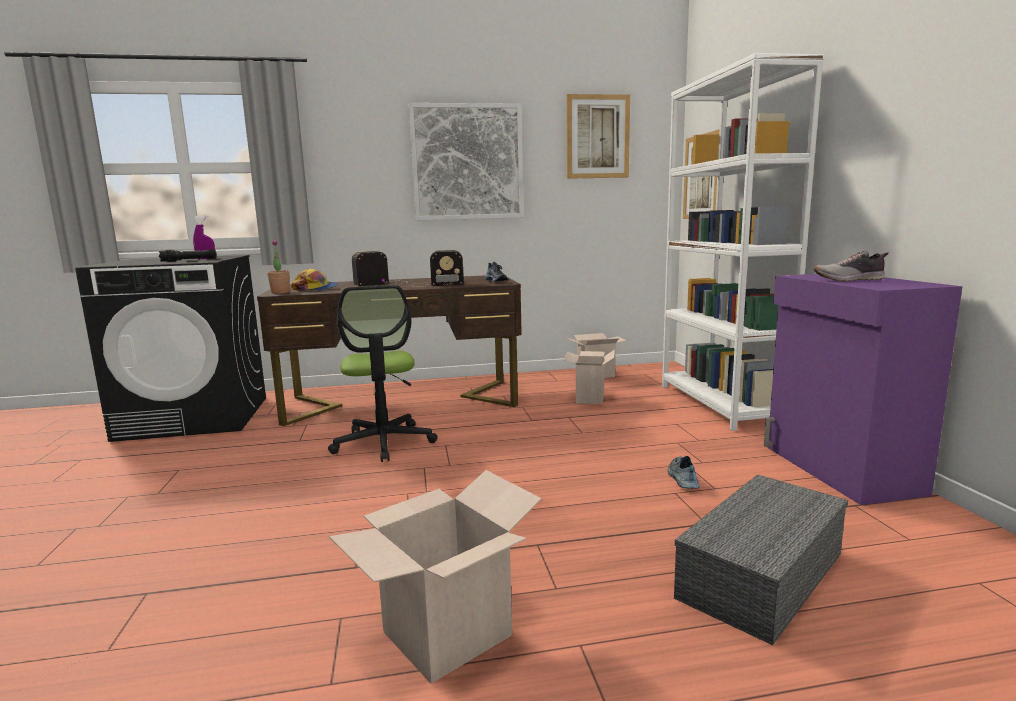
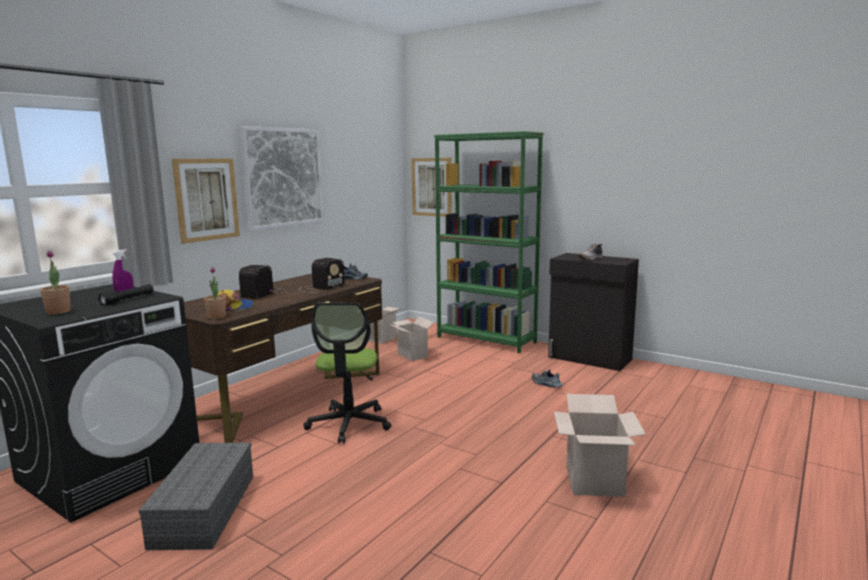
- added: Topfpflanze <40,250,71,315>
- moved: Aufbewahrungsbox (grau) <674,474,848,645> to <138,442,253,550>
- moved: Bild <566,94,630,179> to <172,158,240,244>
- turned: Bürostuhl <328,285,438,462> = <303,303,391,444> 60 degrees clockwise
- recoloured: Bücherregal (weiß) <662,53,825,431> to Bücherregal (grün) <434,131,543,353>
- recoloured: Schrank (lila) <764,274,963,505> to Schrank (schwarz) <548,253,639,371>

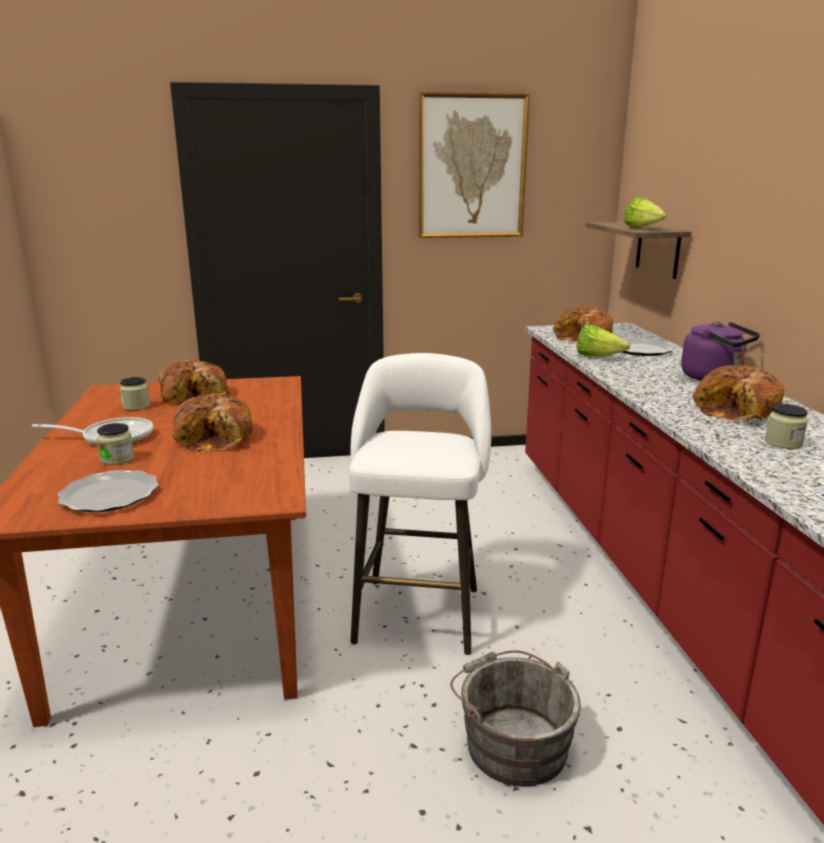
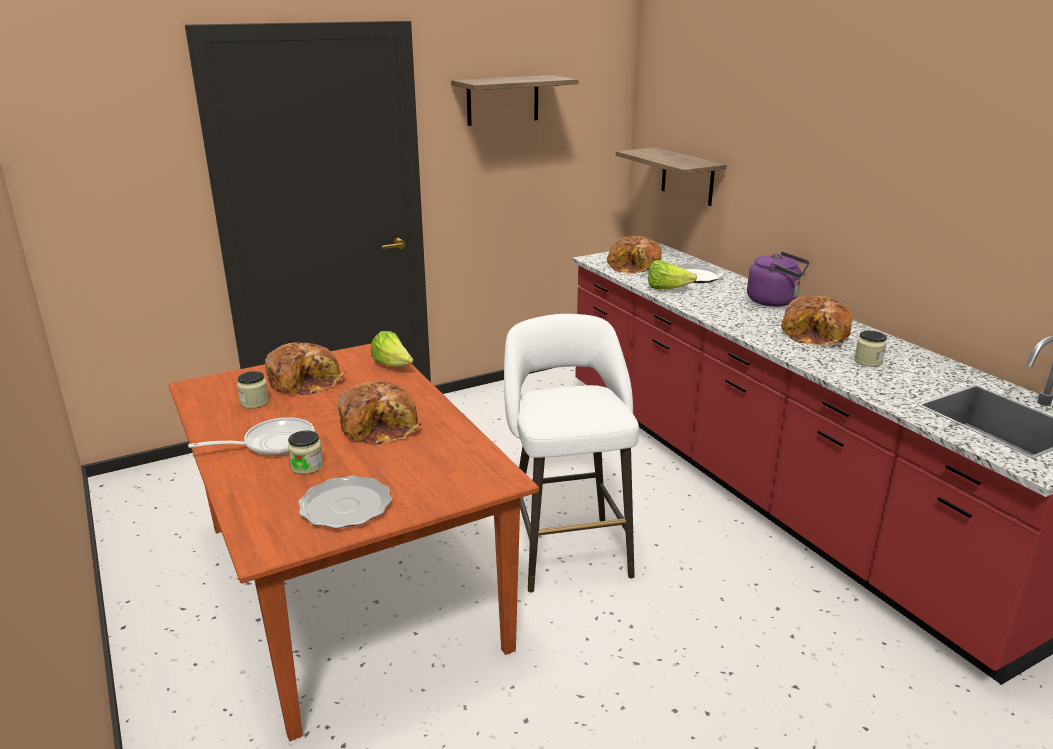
- moved: Salatkopf <624,197,667,228> to <371,331,413,367>
- replaced: Bild <419,92,530,238> to Wandregal <451,75,578,126>
- removed: Eimer (grau) <450,650,581,787>

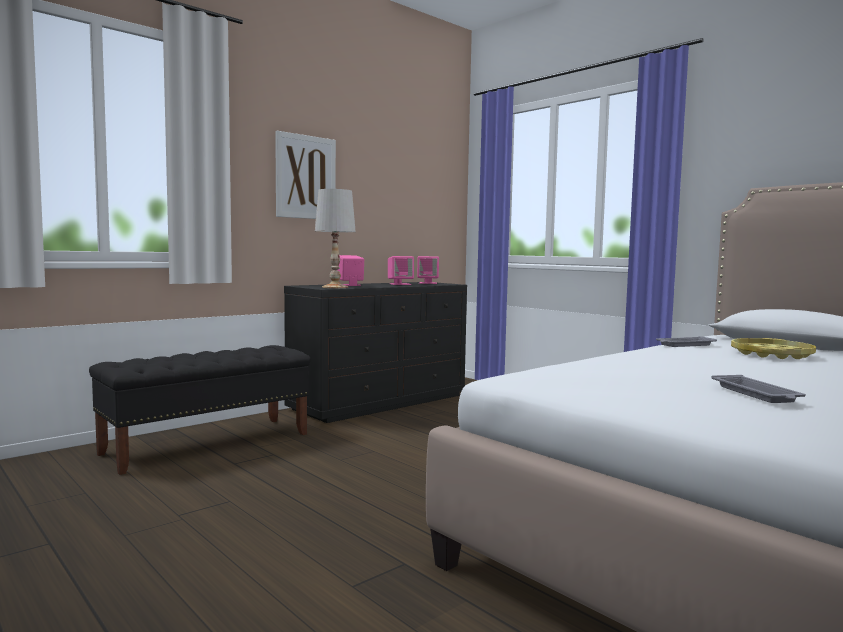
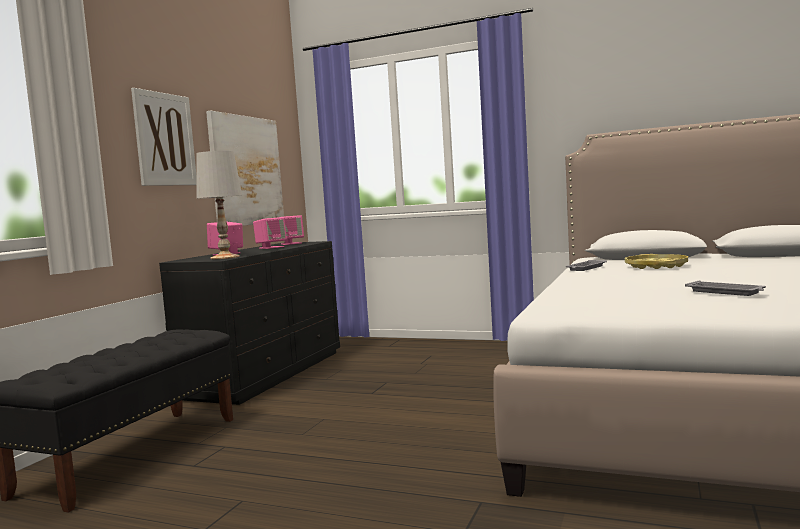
- added: Bild <206,111,284,226>

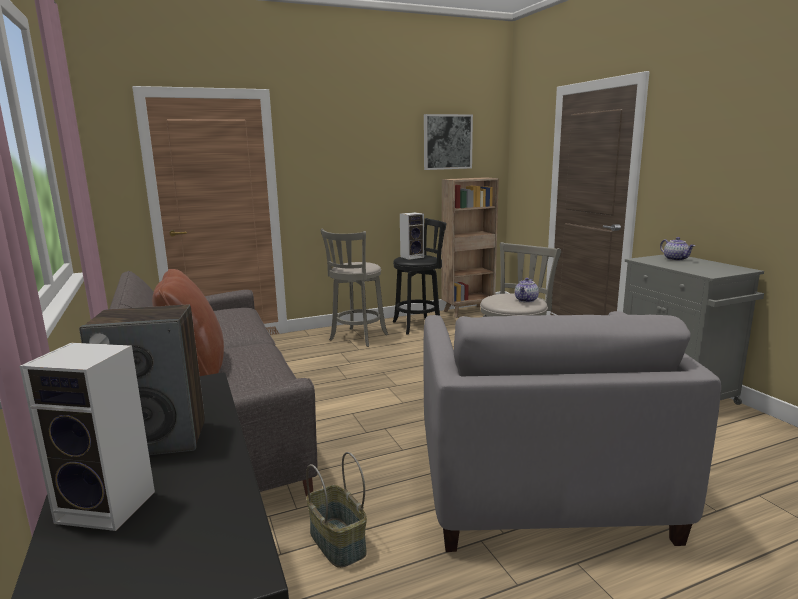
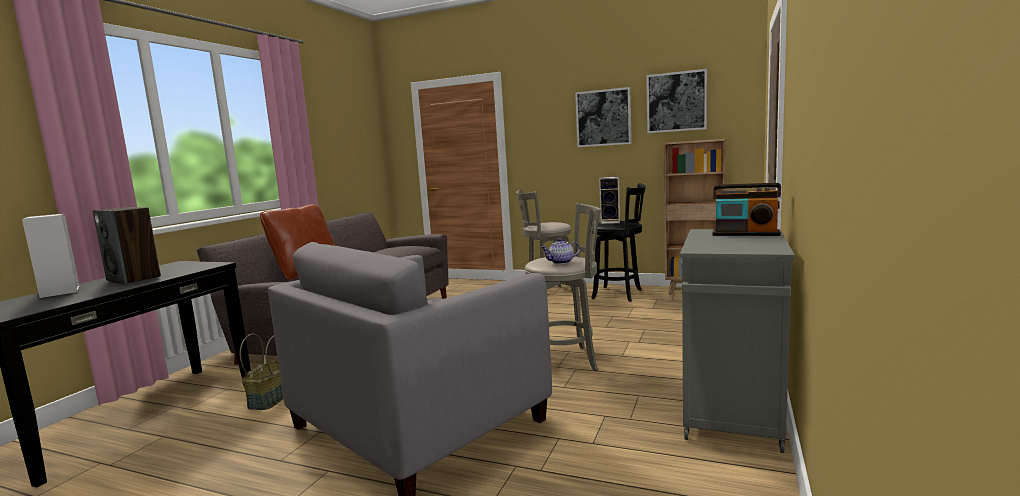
- added: Bild <575,87,632,147>
- replaced: Teekanne <660,237,695,261> to Radio <712,183,781,236>

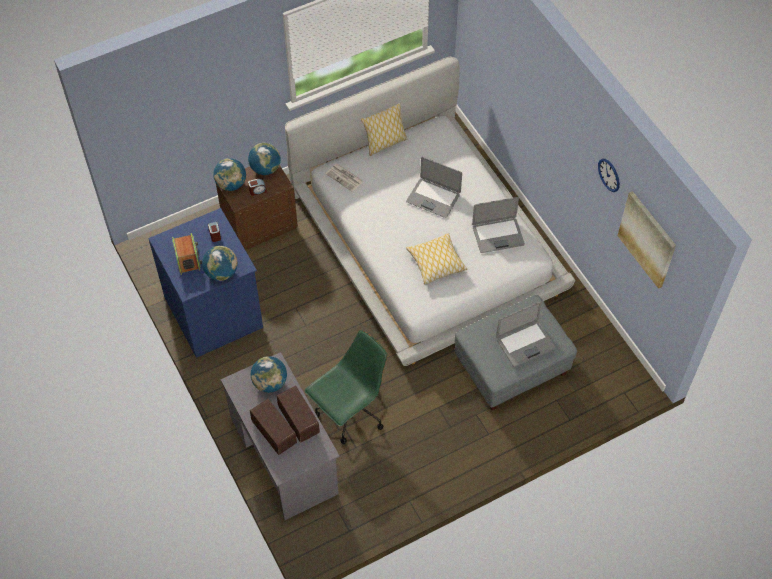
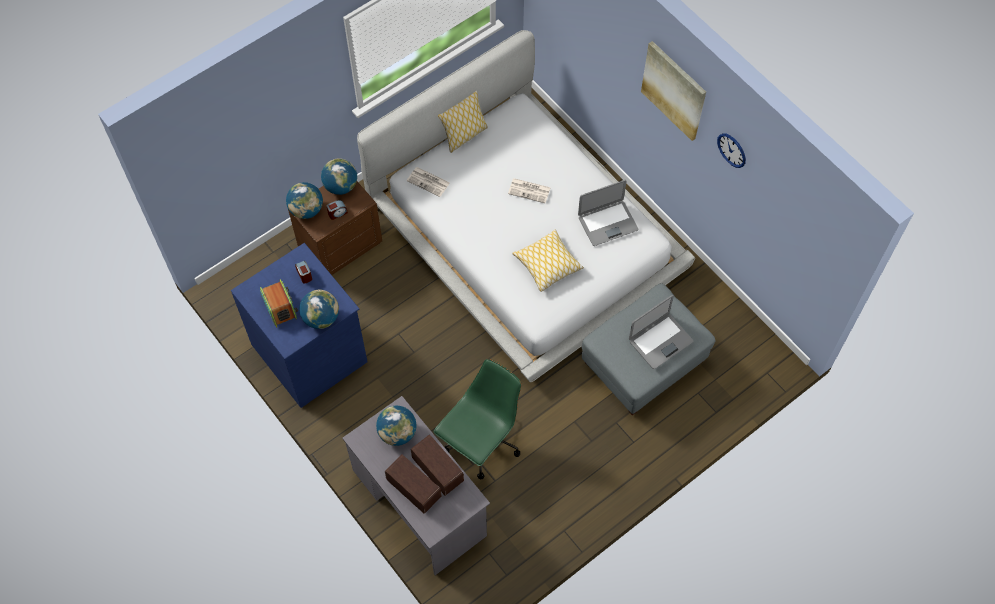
- replaced: Laptop <406,157,462,218> to Zeitung <508,178,551,203>
- moved: Bild <617,191,676,289> to <641,41,706,141>

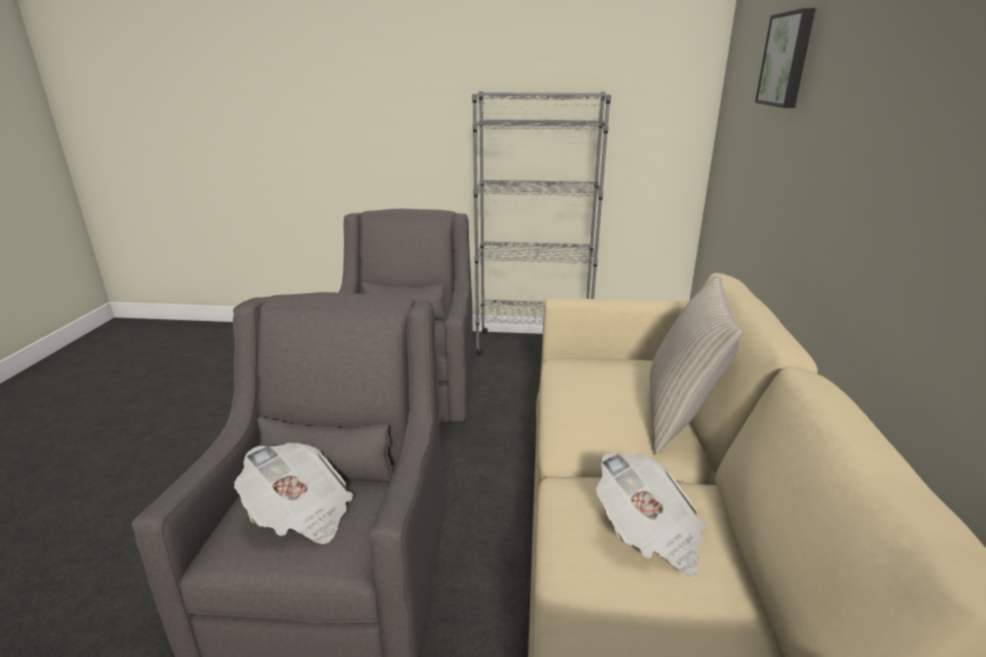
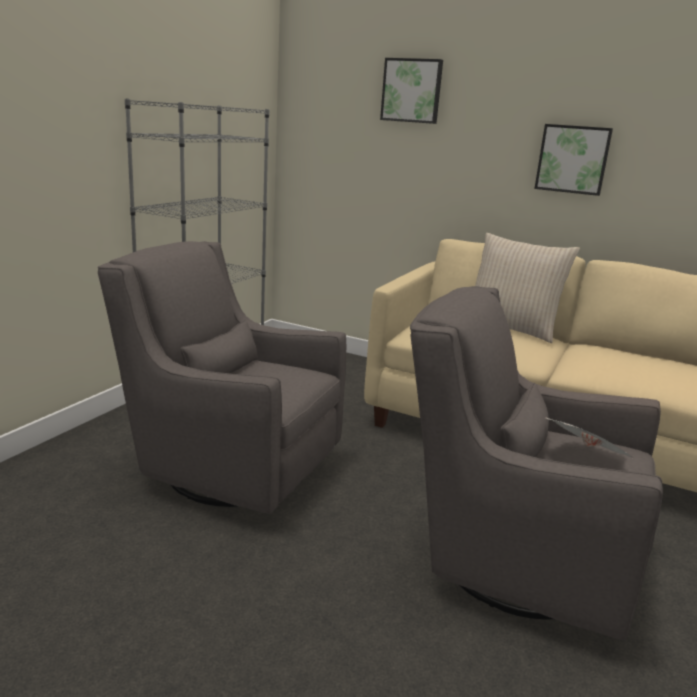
- added: Bild <534,124,613,196>
- removed: Zeitung <596,452,706,576>

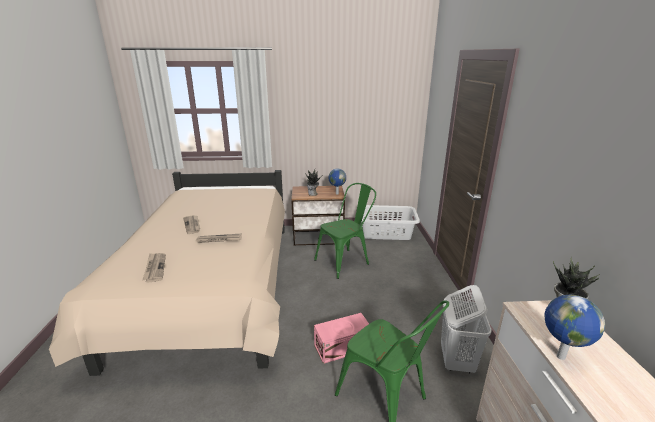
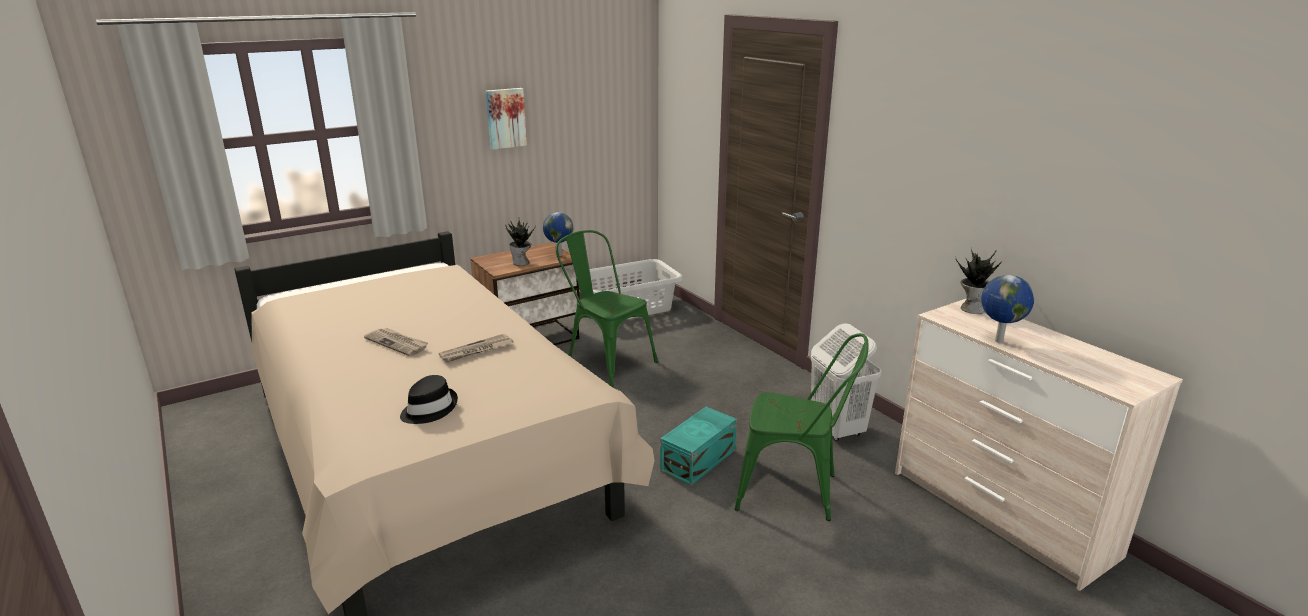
- replaced: Zeitung <142,253,166,283> to Hut (schwarz) <400,375,458,424>
- added: Bild <485,88,527,150>
- turned: Stuhl (grün) <314,183,376,279> = <556,230,658,387> 75 degrees counterclockwise
- recoloured: Aufbewahrungsbox (rosa) <314,313,369,364> to Aufbewahrungsbox (türkis) <660,407,737,486>

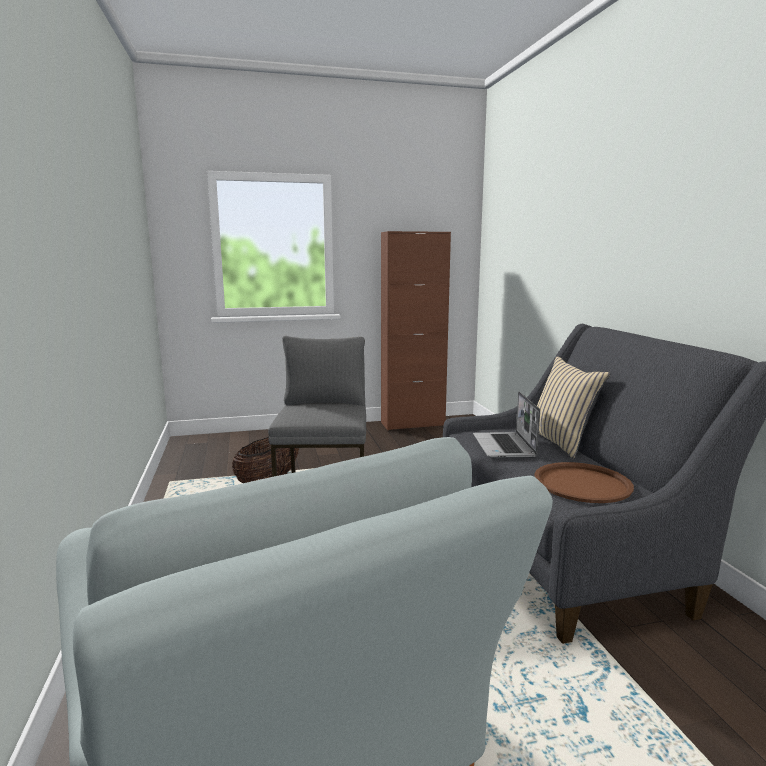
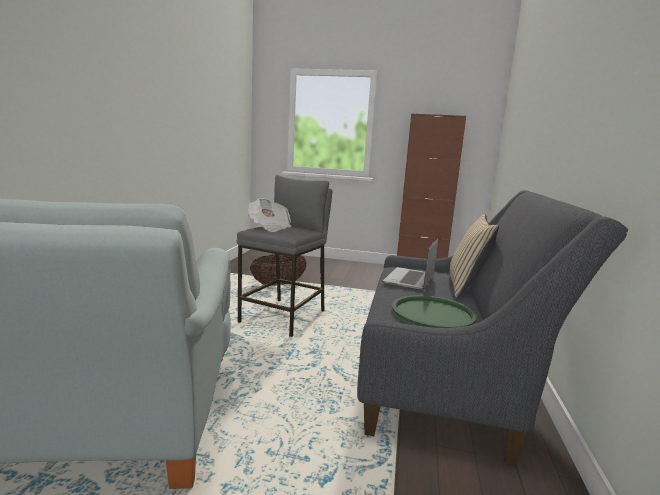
- added: Zeitung <248,198,291,232>
- recoloured: Tablett (braun) <534,462,634,503> to Tablett (grün) <392,295,477,328>

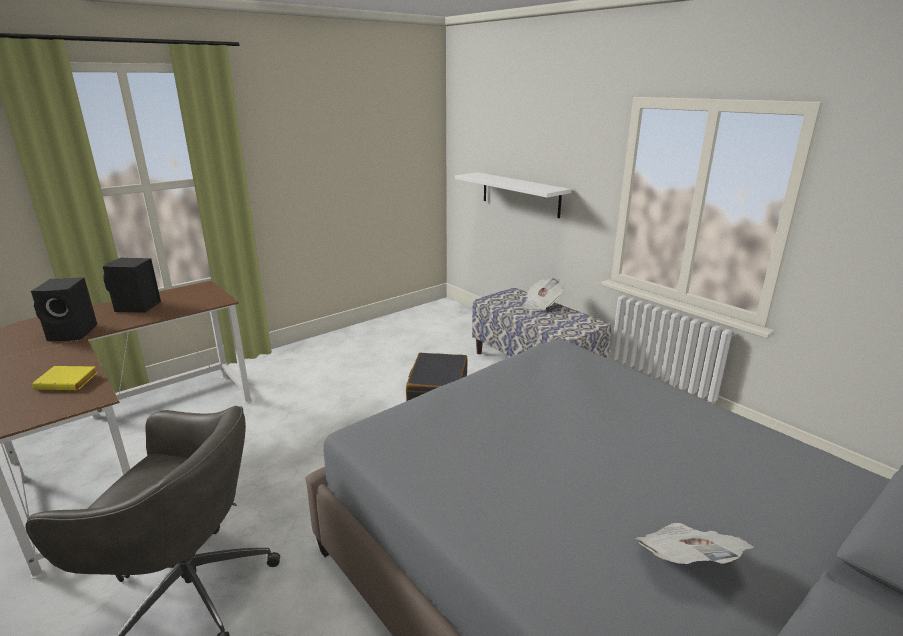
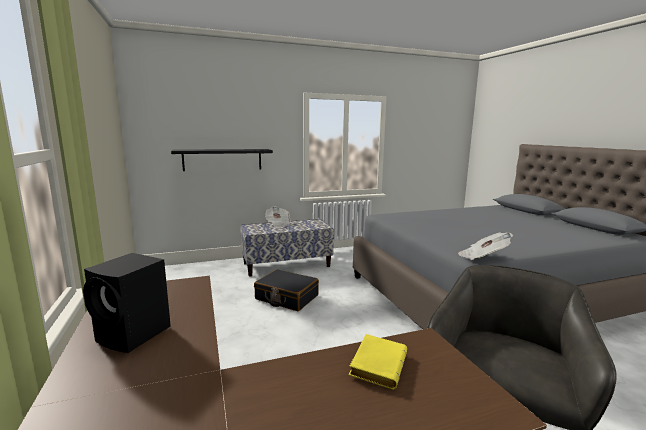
- recoloured: Wandregal (weiß) <455,172,571,218> to Wandregal (schwarz) <171,149,273,171>
- moved: Zeitung <635,523,754,564> to <458,233,514,260>
- removed: Lautsprecher (schwarz) <31,277,98,341>

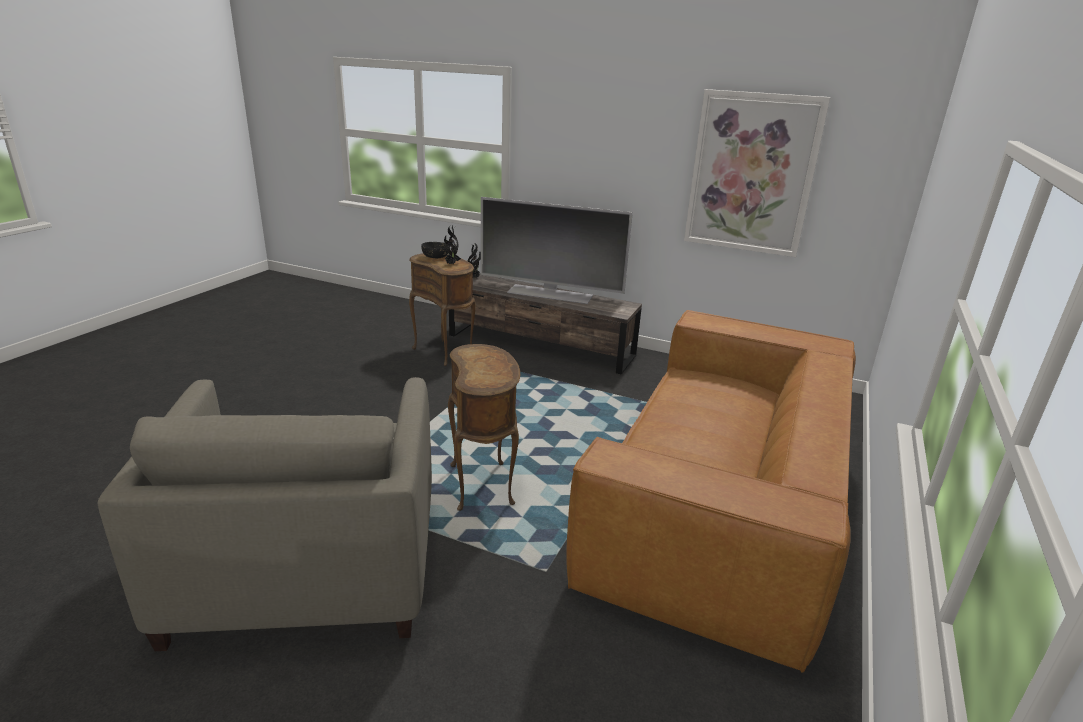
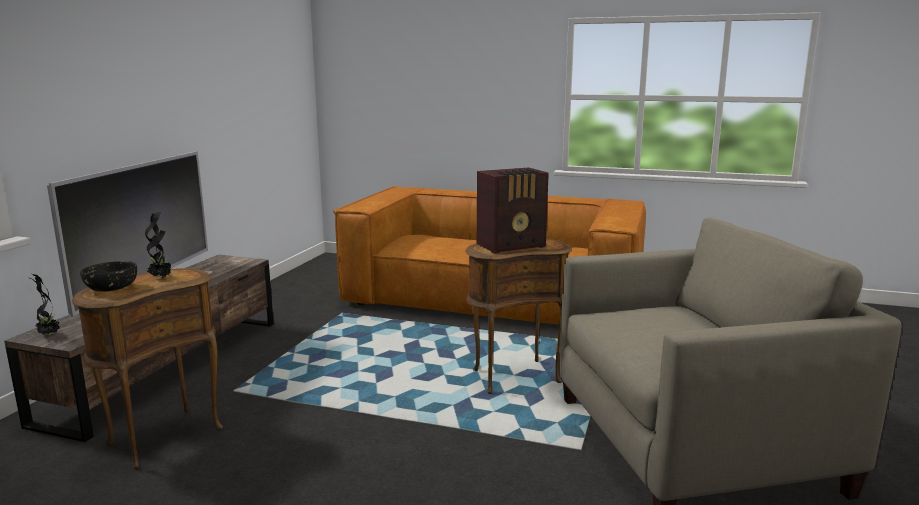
- added: Radio <477,167,549,254>
- removed: Bild <684,89,830,257>

